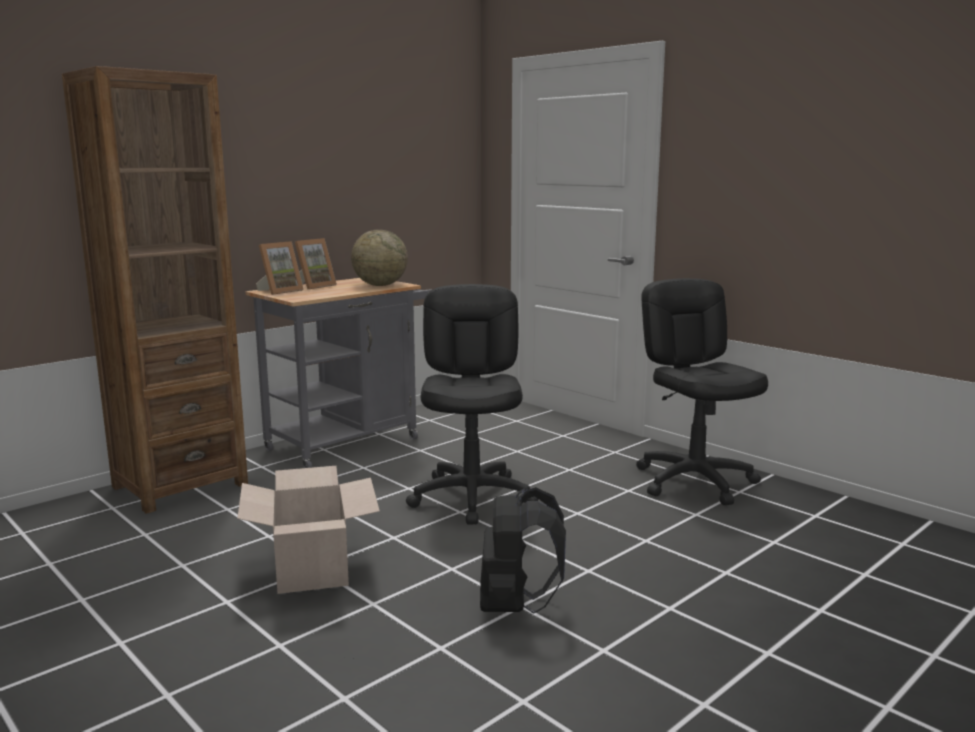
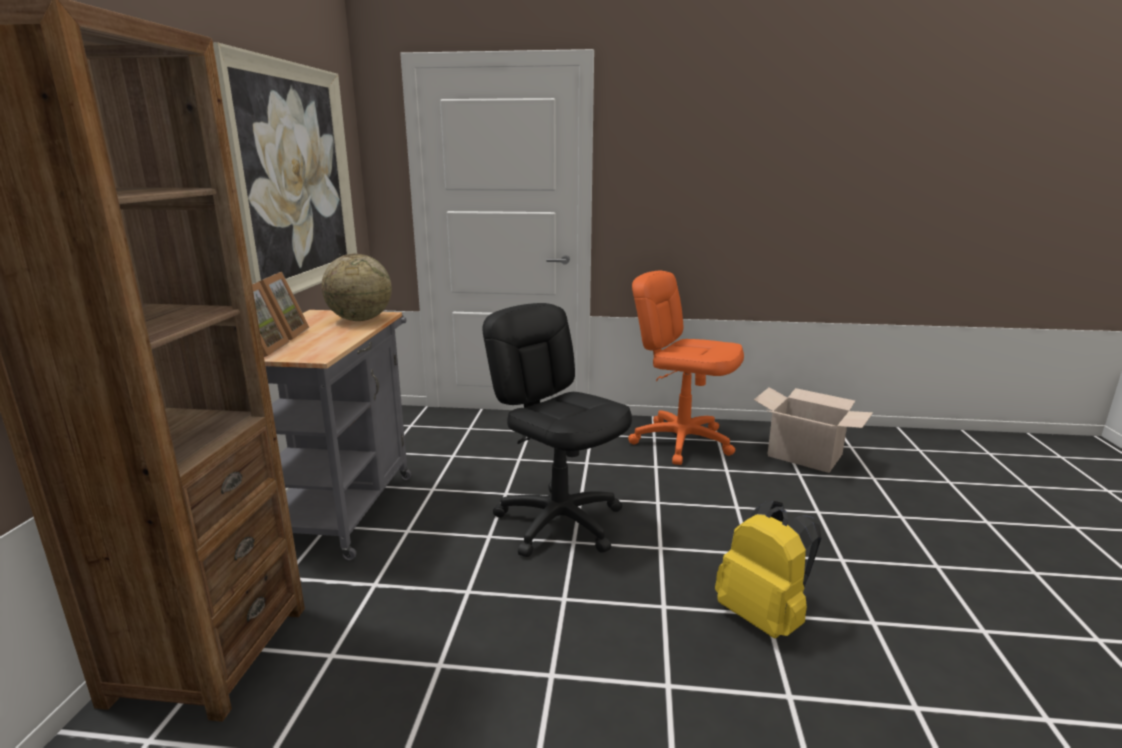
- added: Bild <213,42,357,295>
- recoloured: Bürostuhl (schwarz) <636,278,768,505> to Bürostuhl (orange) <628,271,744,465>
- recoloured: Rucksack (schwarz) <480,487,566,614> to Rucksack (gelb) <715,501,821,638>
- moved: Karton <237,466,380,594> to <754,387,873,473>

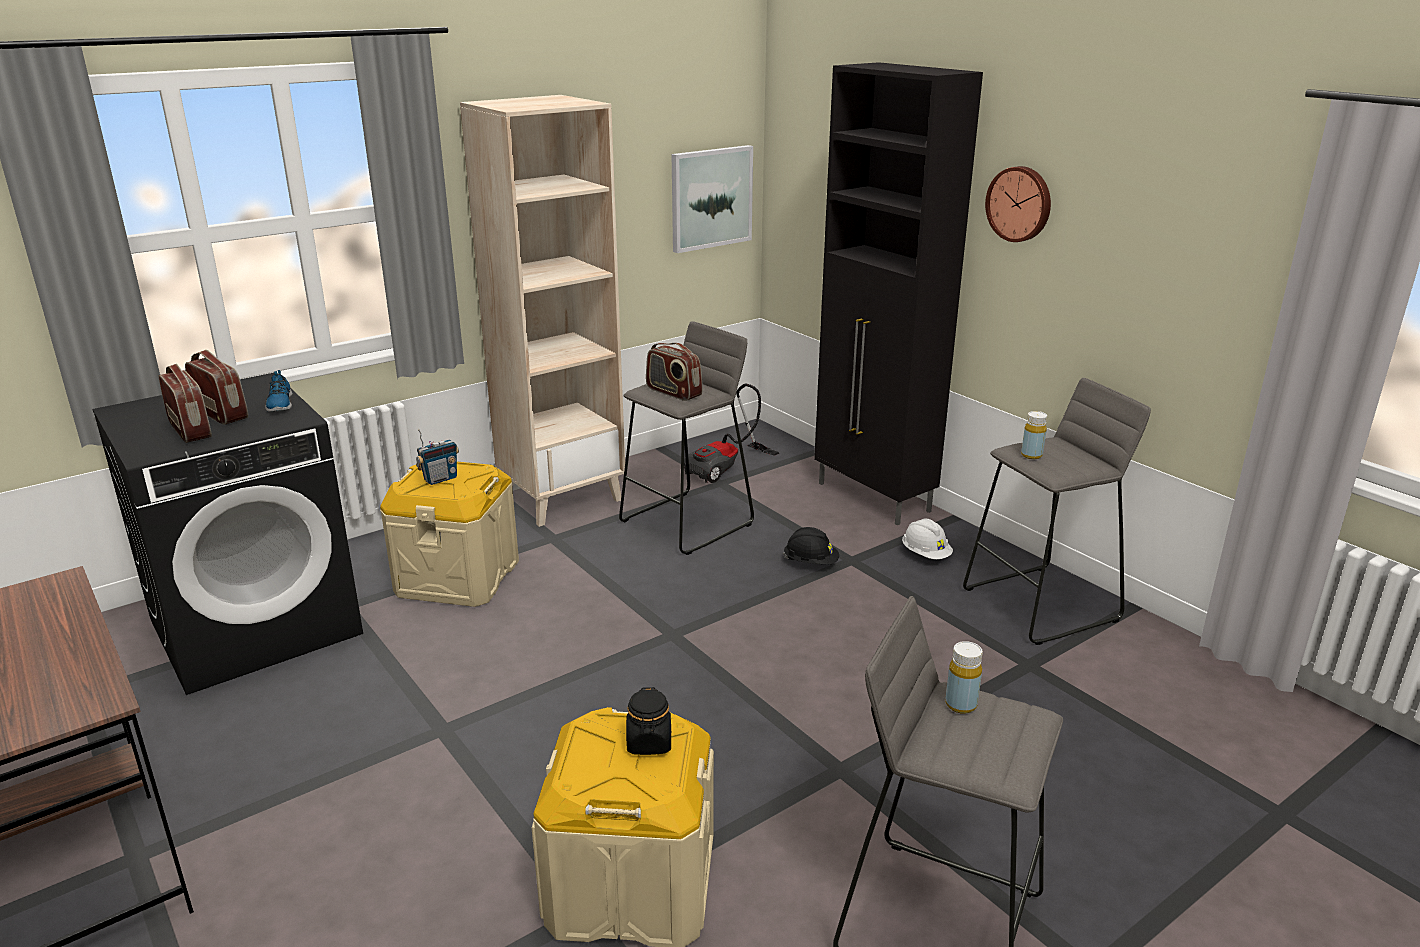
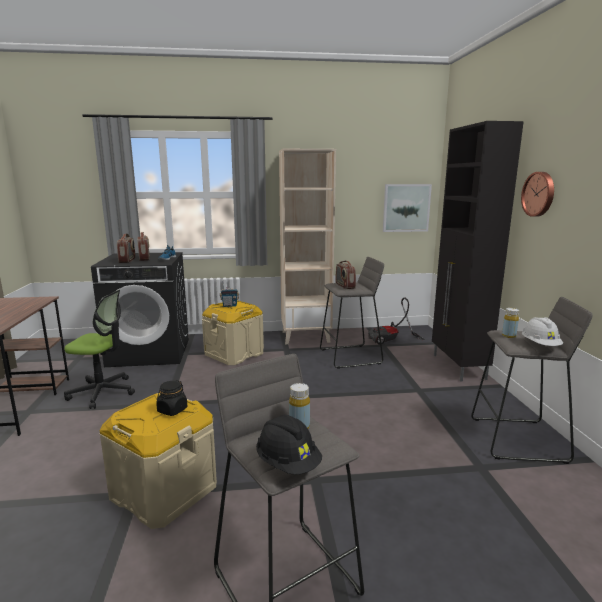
- added: Bürostuhl <64,290,135,409>
- moved: Schutzhelm (schwarz) <783,527,839,565> to <256,415,322,475>
- moved: Schutzhelm (weiß) <902,518,953,559> to <522,317,563,346>

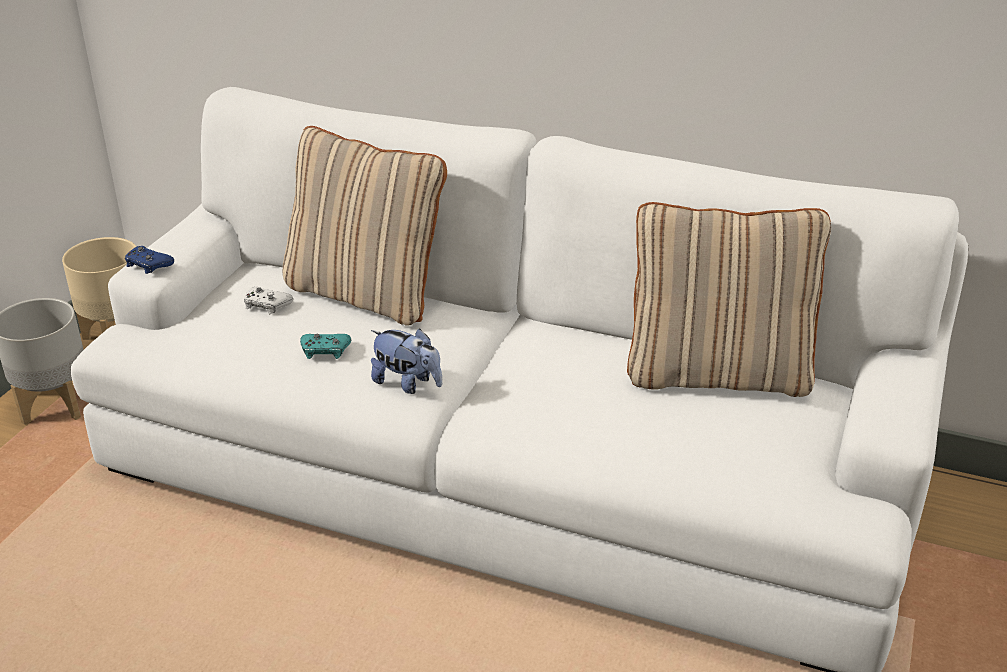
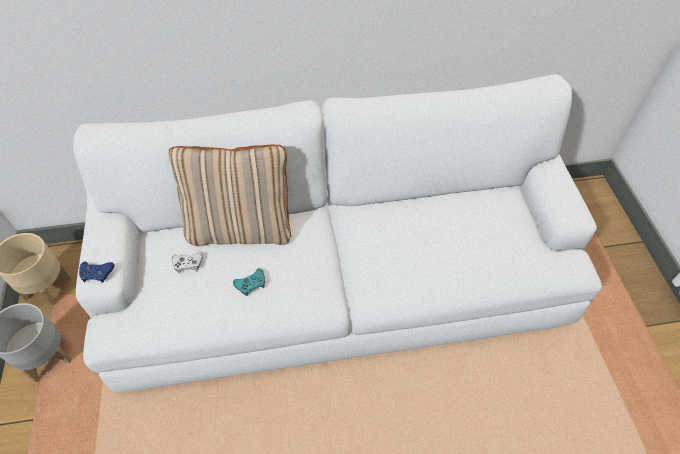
- removed: Plüschtier <371,329,442,394>
- removed: Kissen (beige) <627,202,831,397>

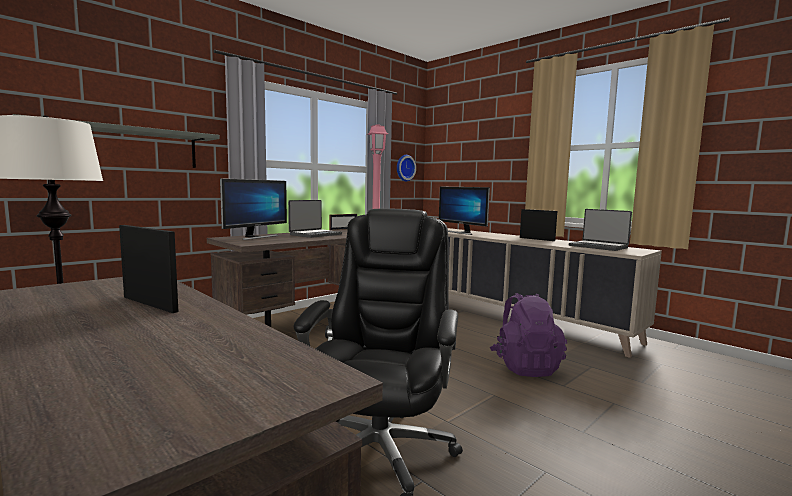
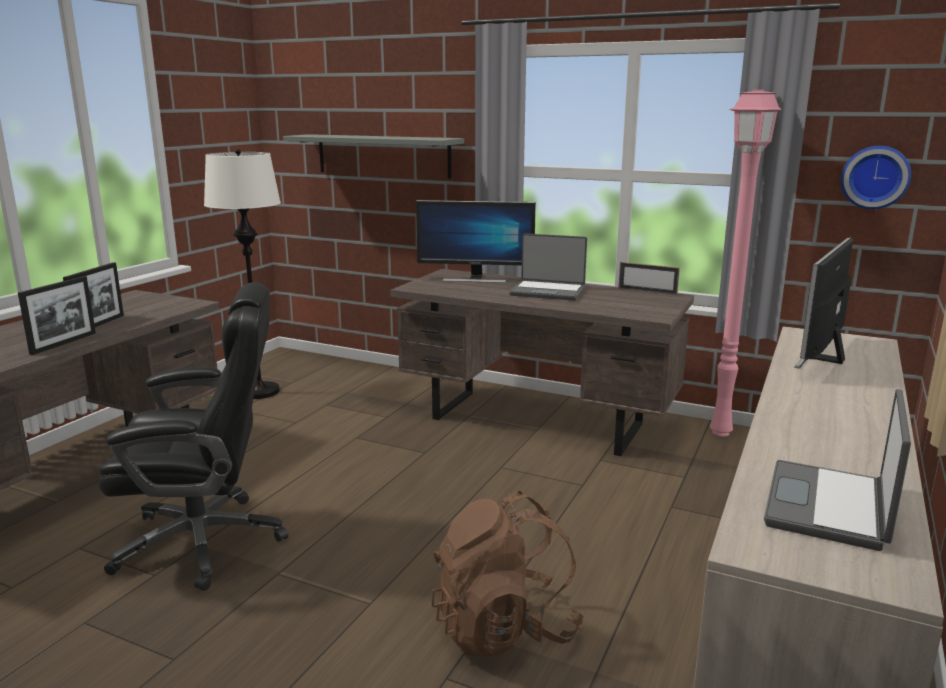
- moved: Bilderrahmen <520,209,557,241> to <18,276,96,355>
- recoloured: Rucksack (lila) <490,293,567,377> to Rucksack (braun) <431,491,584,657>

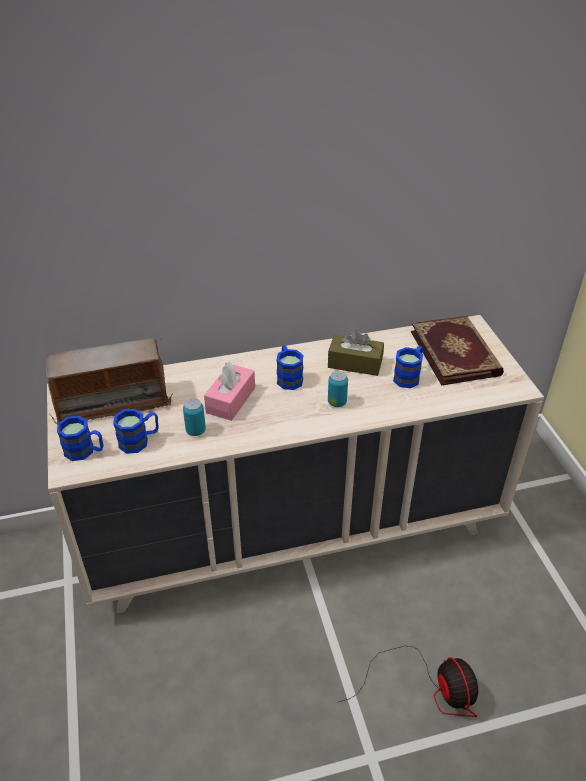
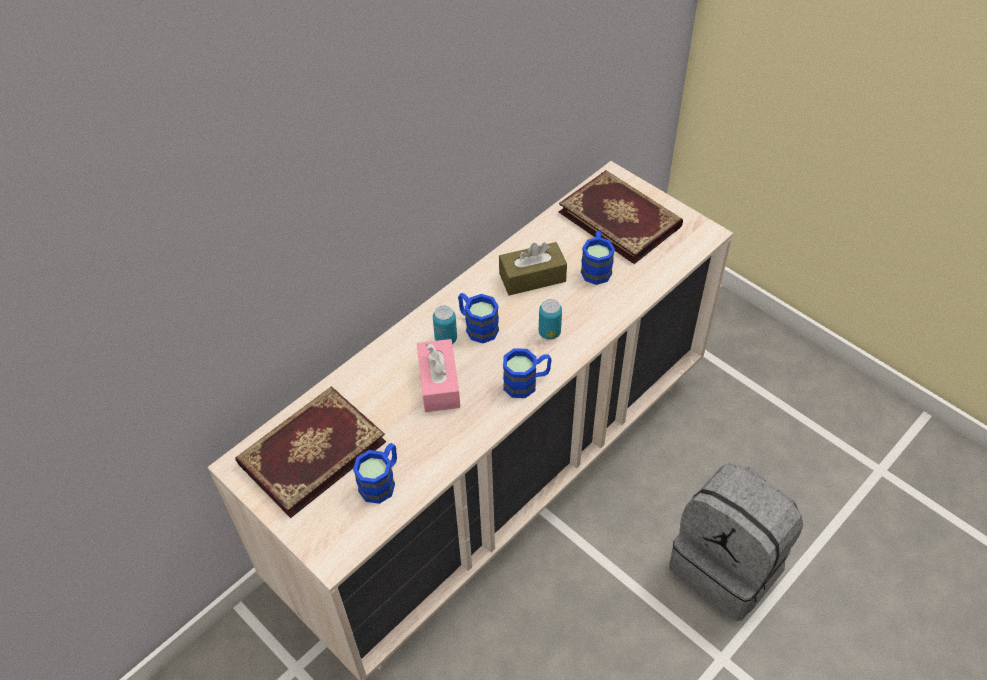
- replaced: Radio <46,338,173,425> to Buch <235,386,386,518>
- moved: Dose <183,398,206,436> to <433,306,457,344>
- moved: Henkelbecher (blau) <57,416,103,461> to <503,348,552,398>
- replaced: Ventilator <337,646,478,717> to Rucksack (grau) <669,463,803,621>

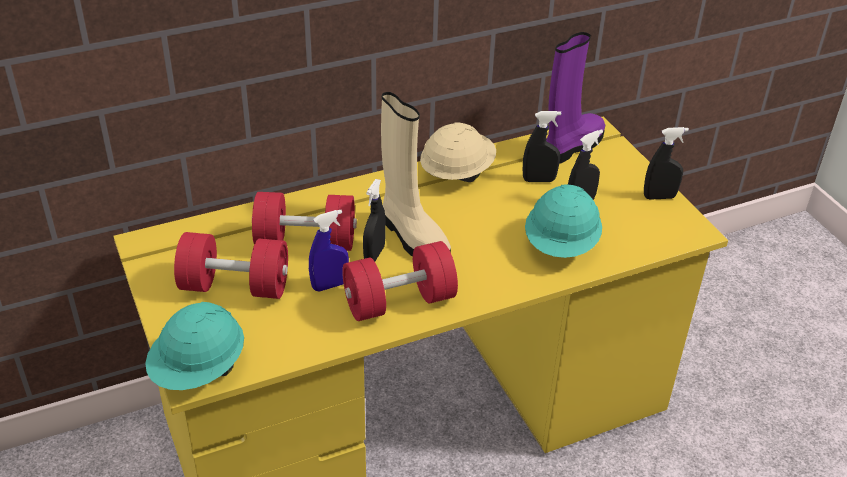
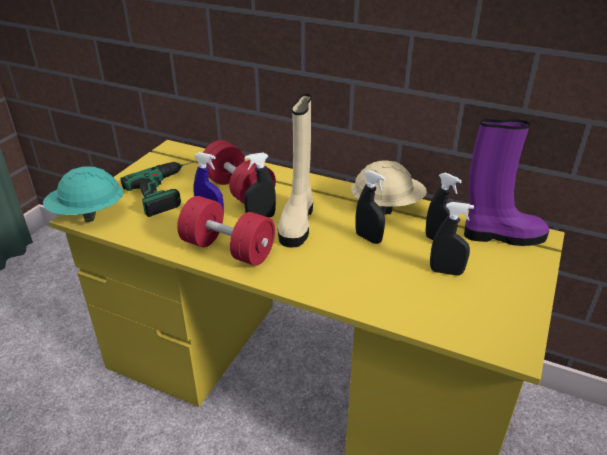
- replaced: Hantel (rot) <174,232,288,299> to Bohrmaschine <120,162,194,217>
- moved: Sprühflasche (schwarz) <644,127,689,200> to <356,170,386,244>
- removed: Schutzhelm (türkis) <525,184,602,258>

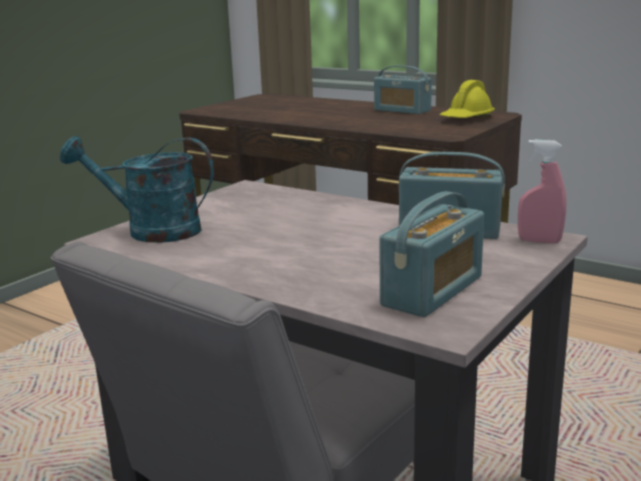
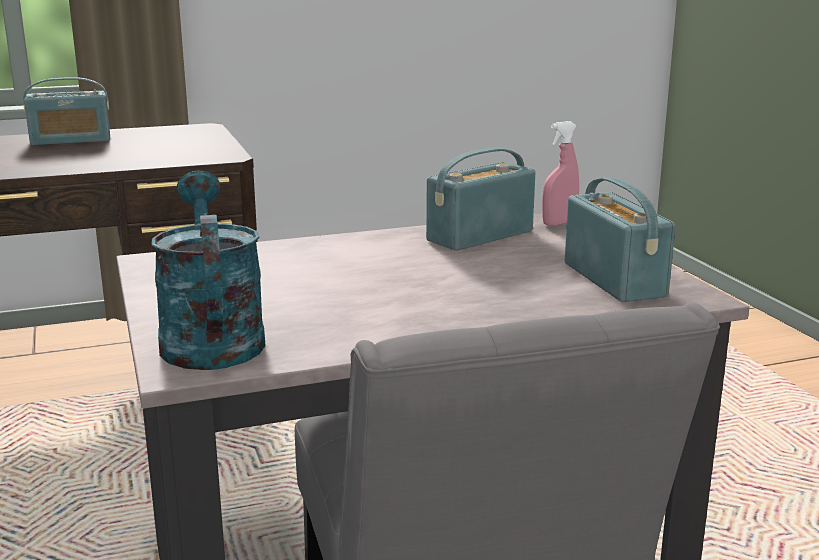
- turned: Gießkanne (türkis) <60,136,214,243> = <152,170,266,370> 120 degrees clockwise
- removed: Schutzhelm (gelb) <440,80,495,118>

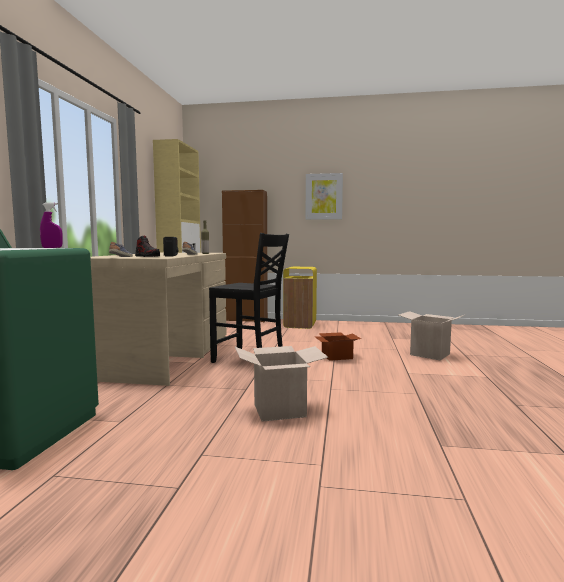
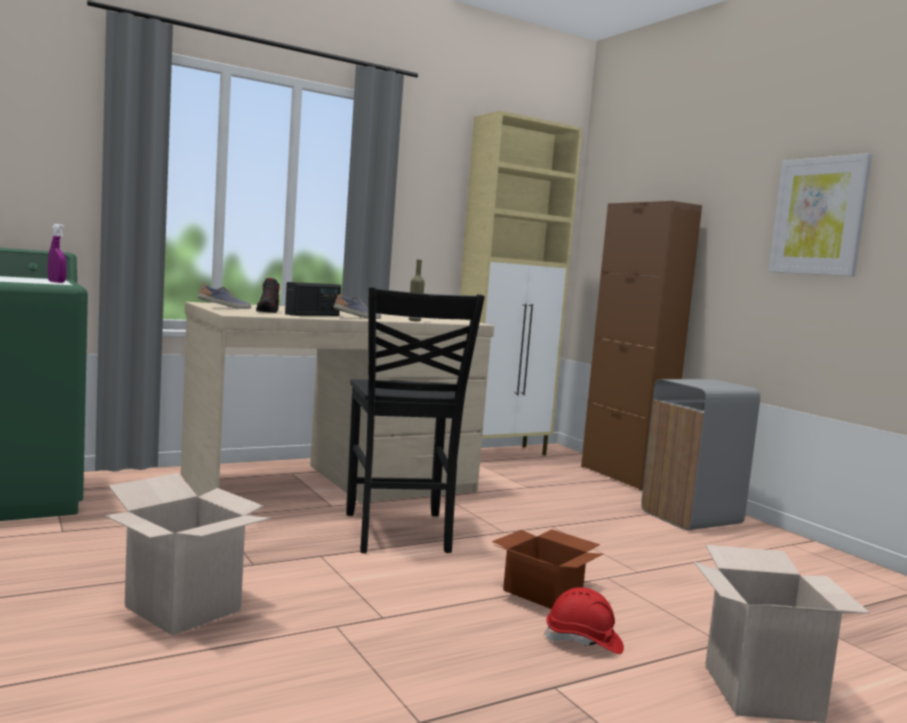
- added: Schutzhelm (rot) <543,587,624,654>
- recoloured: Mülleimer (gelb) <283,267,317,329> to Mülleimer (grau) <641,379,760,530>

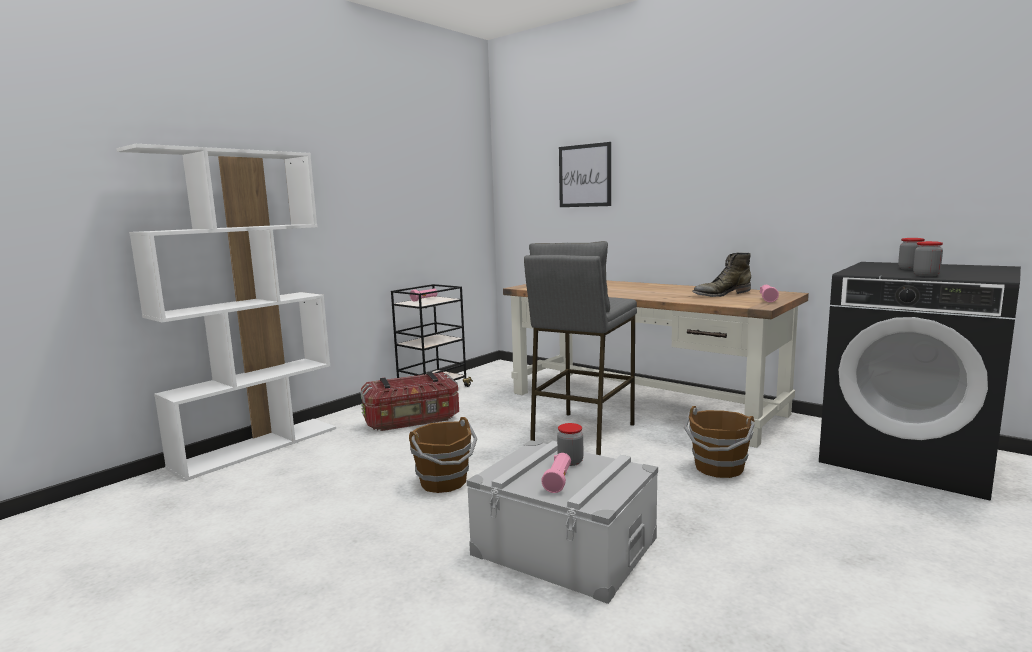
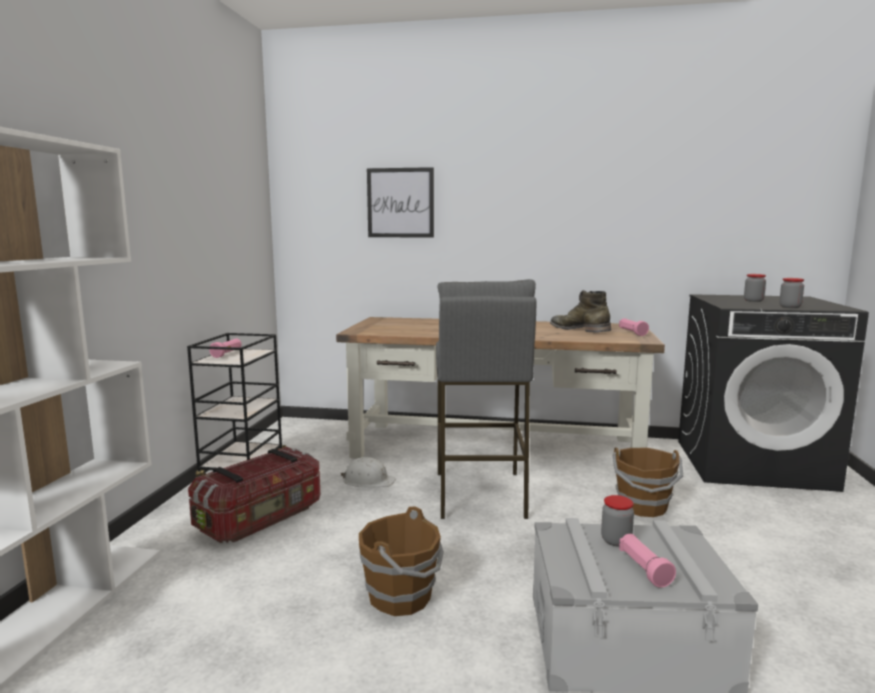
- added: Schutzhelm (weiß) <341,457,396,487>
- turned: Stiefel (grün) <692,253,751,297> = <550,290,611,333> 105 degrees clockwise

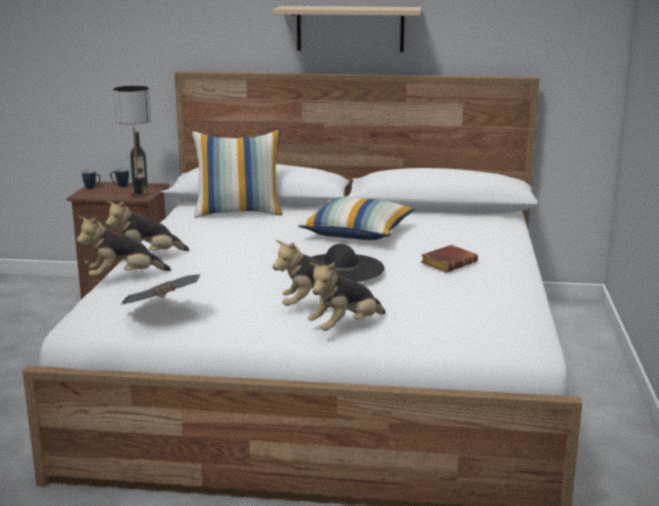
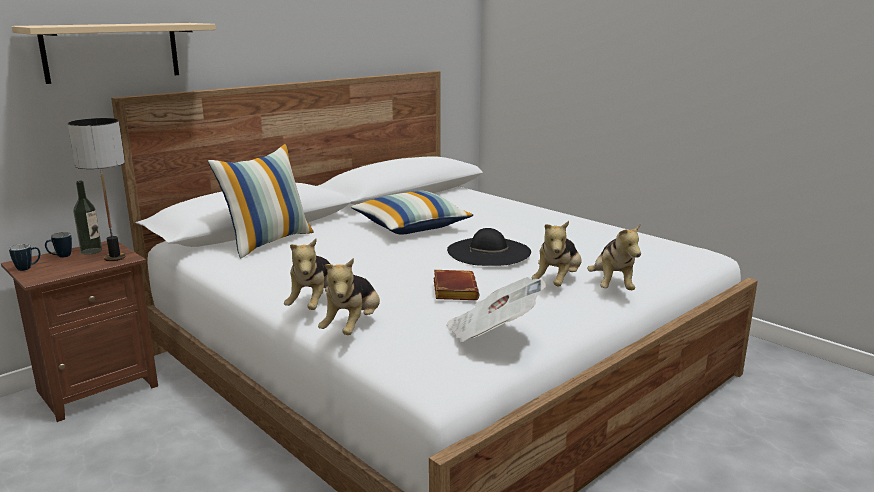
- moved: Wandregal (beige) <272,6,422,52> to <12,23,216,84>
- moved: Buch (braun) <421,245,478,273> to <434,270,479,300>

